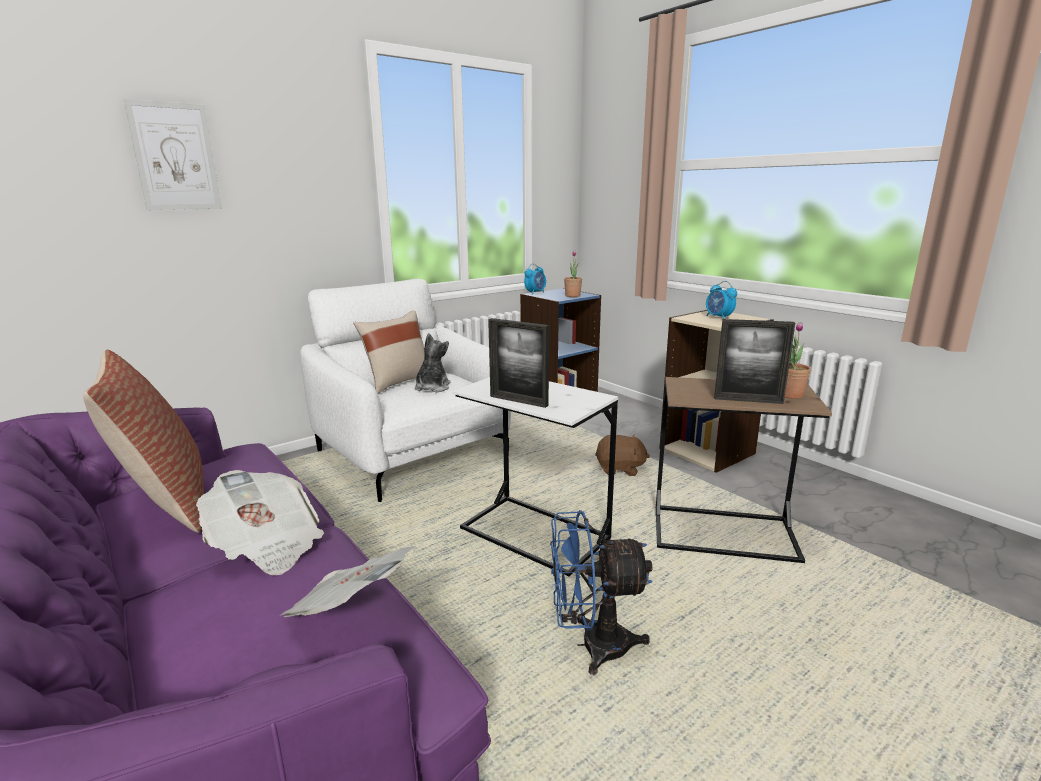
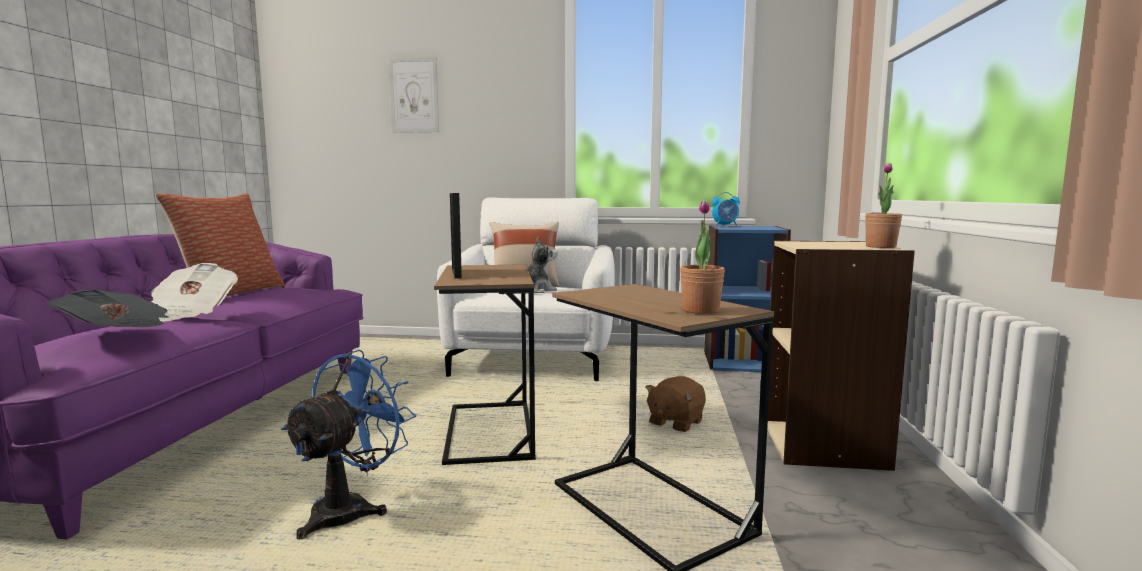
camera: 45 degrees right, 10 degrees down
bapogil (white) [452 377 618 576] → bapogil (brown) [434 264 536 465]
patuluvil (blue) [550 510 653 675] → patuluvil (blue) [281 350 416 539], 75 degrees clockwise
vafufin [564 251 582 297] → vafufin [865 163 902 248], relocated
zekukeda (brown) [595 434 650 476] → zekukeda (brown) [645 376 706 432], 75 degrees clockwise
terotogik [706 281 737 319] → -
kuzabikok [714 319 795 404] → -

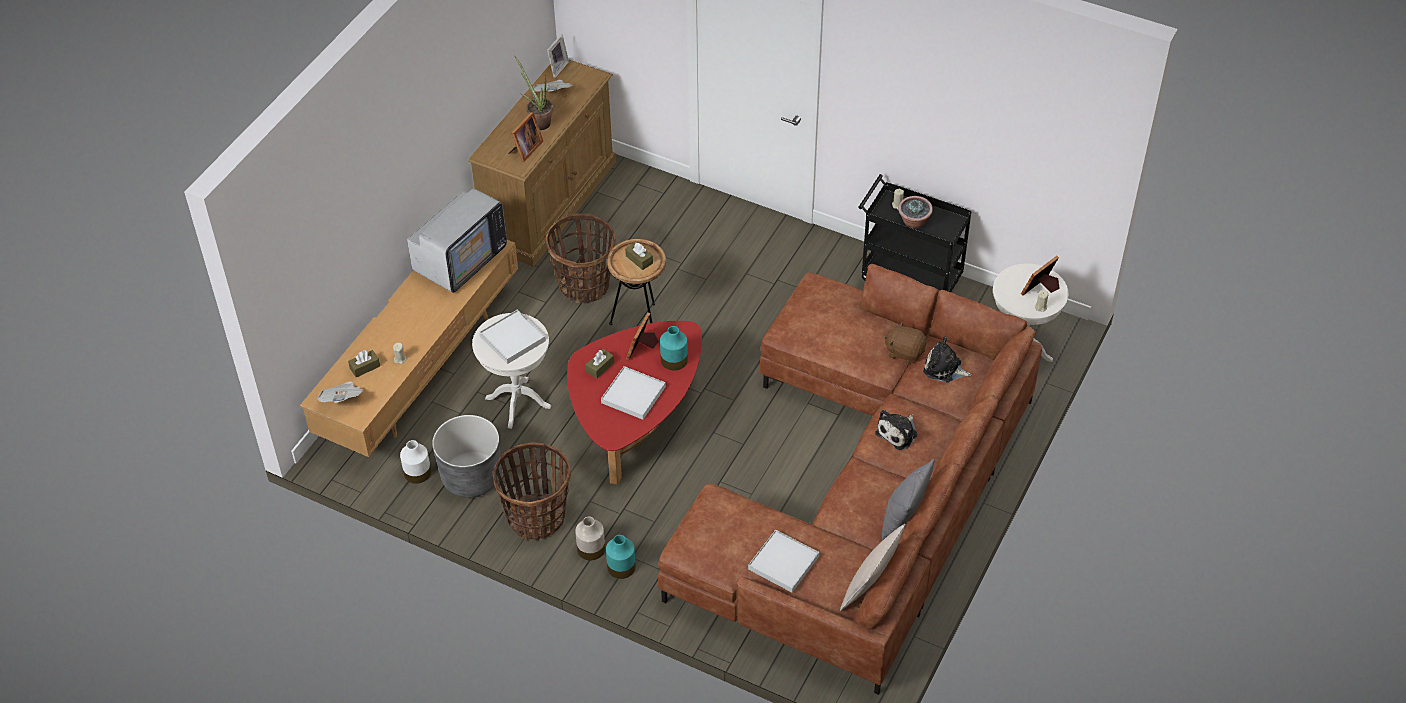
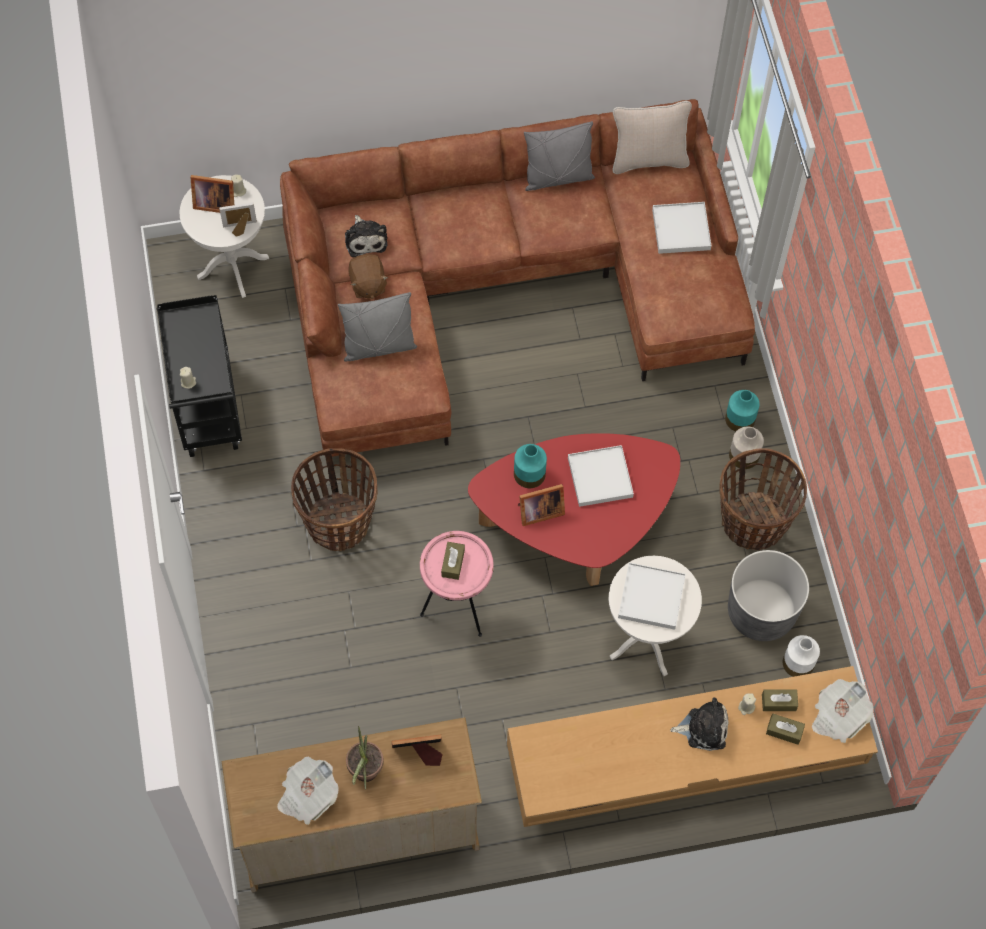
camera: 130 degrees left, 15 degrees up
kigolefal [407 189 507 293] → -
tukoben [546 214 615 304] → tukoben [291 448 377 551], relocated
kuzabikok [547 34 569 78] → kuzabikok [219 202 257 237], relocated
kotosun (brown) [586 349 614 379] → kotosun (brown) [762 689 798 711], relocated
bapogil (brown) [607 239 666 325] → bapogil (pink) [420 531 494 637]
zekukeda [875 410 918 450] → zekukeda [670 697 728 751], relocated
vafufin [898 196 933 229] → -
- → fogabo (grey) [338 292 417 361]

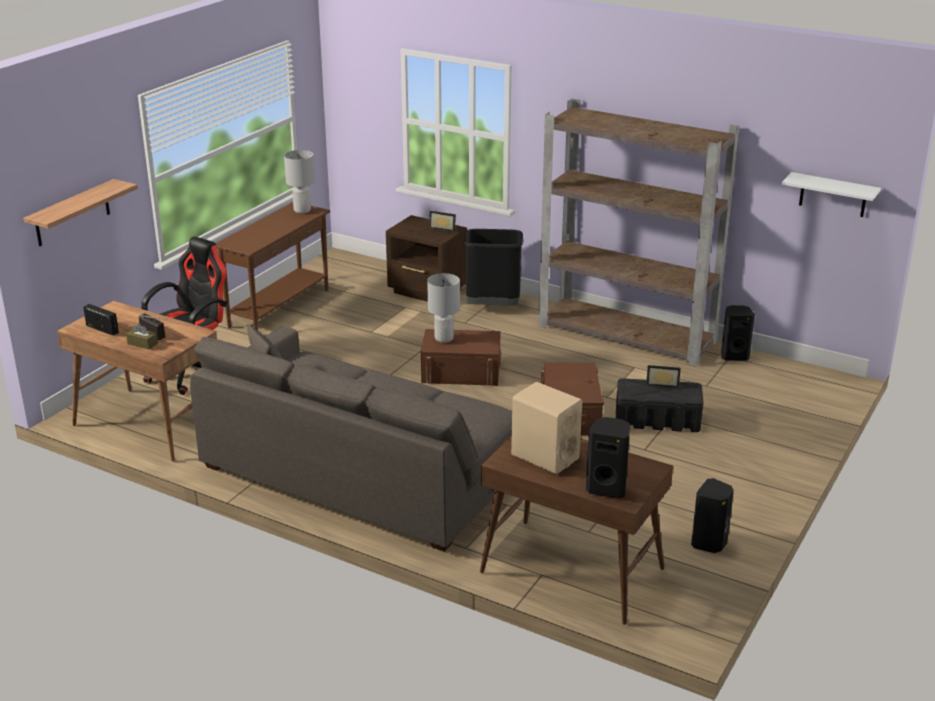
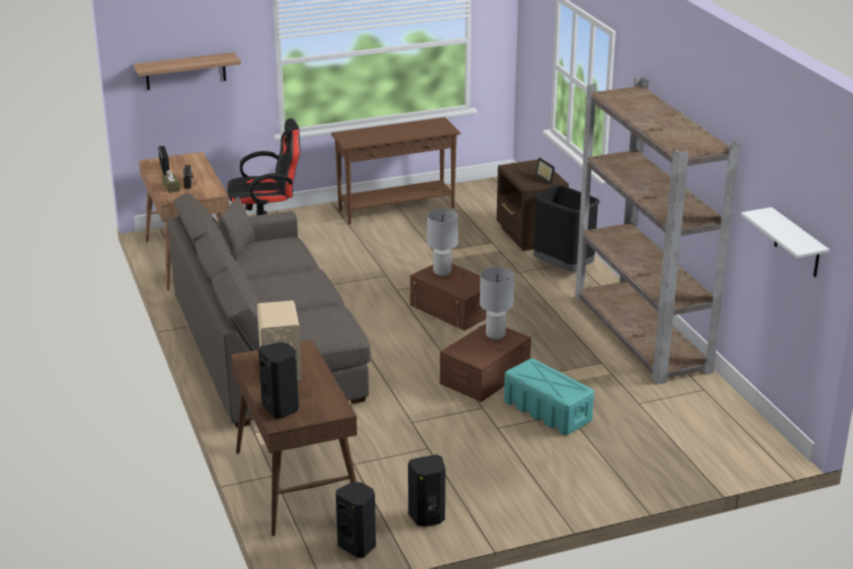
camera: 40 degrees right, 0 degrees up
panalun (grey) [284 150 315 214] → panalun (grey) [480 267 514 339], relocated
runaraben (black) [616 378 704 432] → runaraben (turquoise) [504 359 594 435]
kuzabikok [646 365 681 388] → -
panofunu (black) [721 305 755 361] → panofunu (black) [336 482 376 558], relocated

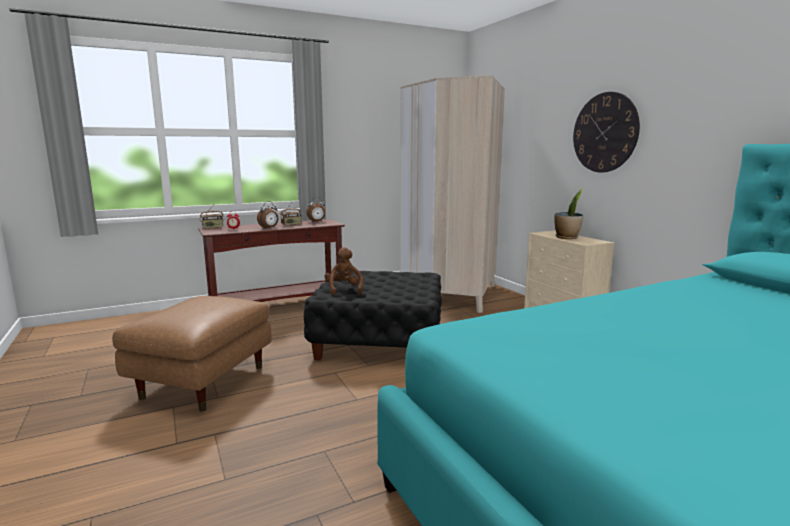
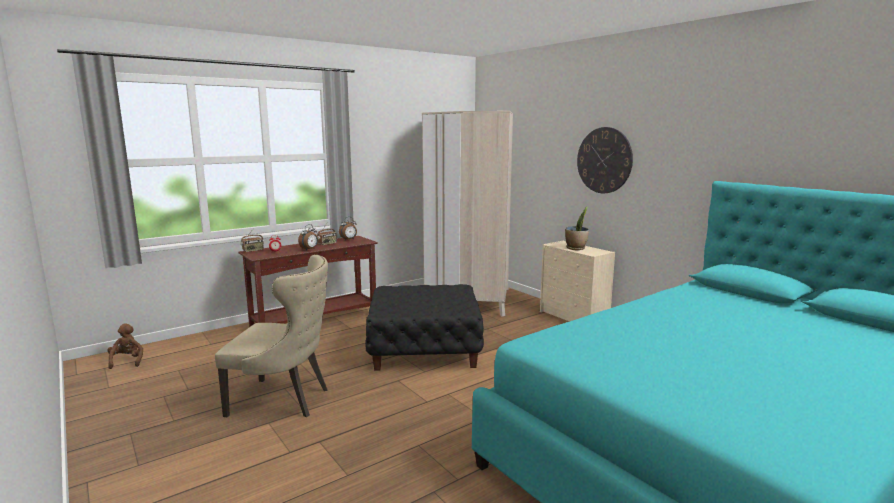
camera: 10 degrees left, 0 degrees up
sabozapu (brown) [112 296 272 412] → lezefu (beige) [215 255 328 417]
zekukeda (brown) [325 247 364 295] → zekukeda (brown) [107 323 143 369], relocated

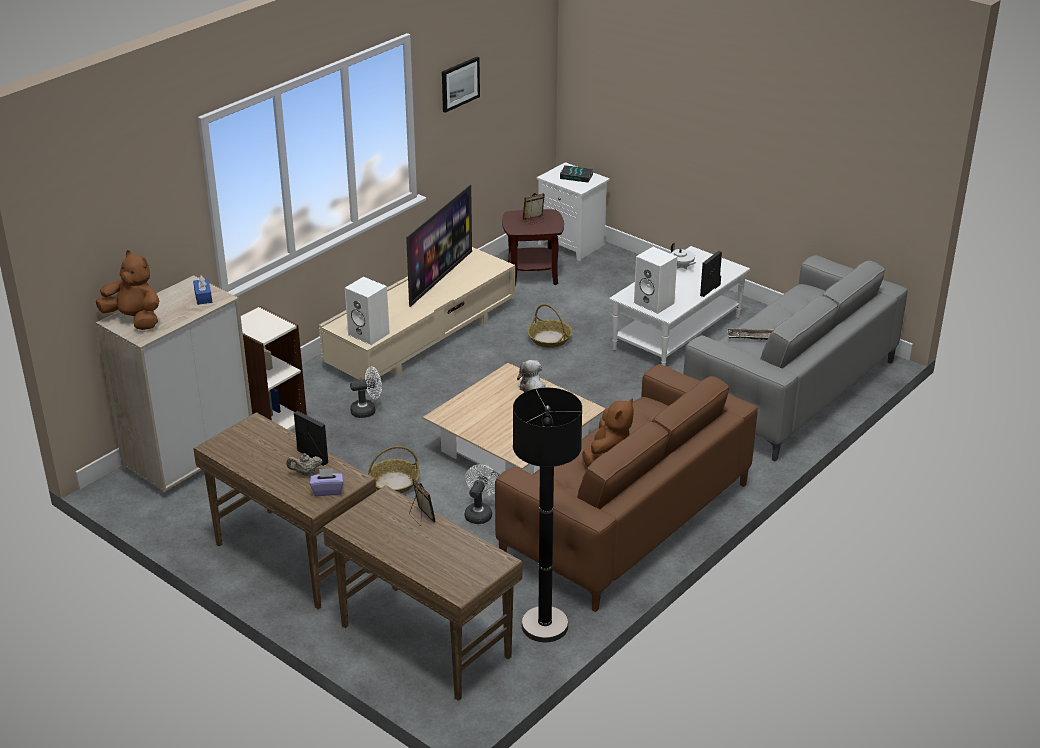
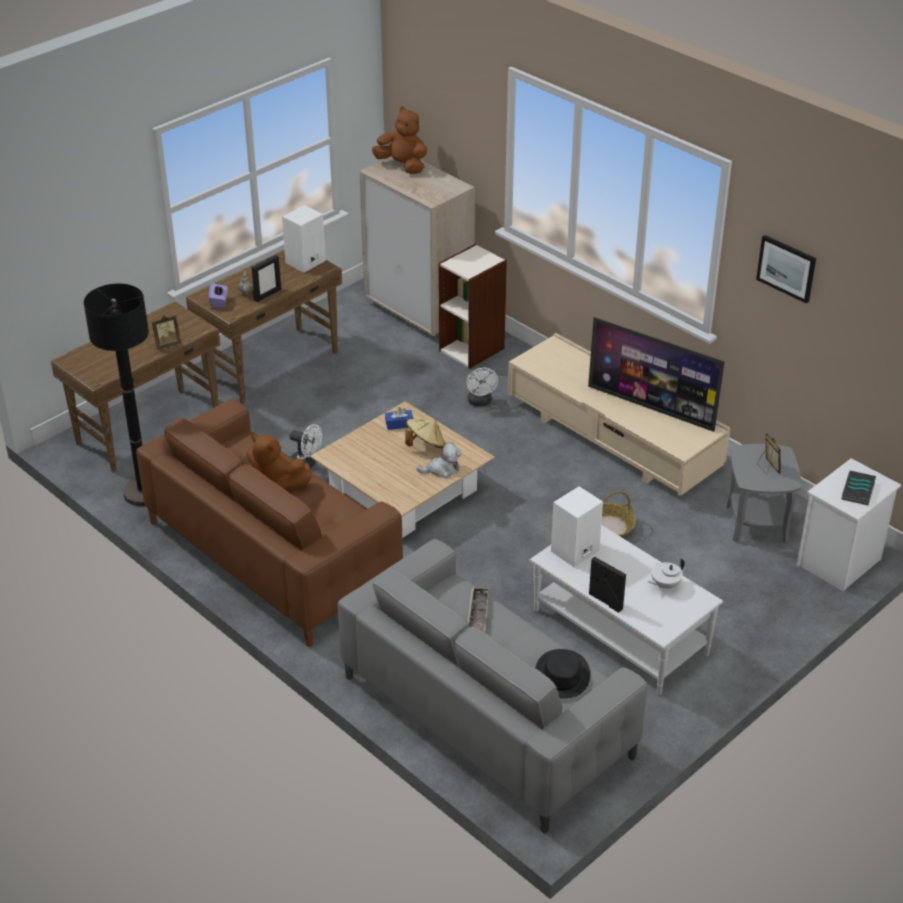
camera: 95 degrees right, 5 degrees up
zekukeda (brown) [96 250 159 330] → zekukeda (brown) [372 107 427 174], 90 degrees counterclockwise
kotosun (blue) [193 275 212 305] → kotosun (blue) [385 407 413 430], relocated
panofunu (white) [345 277 390 345] → panofunu (white) [282 205 326 273], relocated
tukoben [368 446 420 493] → -
bapogil (brown) [502 209 564 286] → bapogil (grey) [726 444 802 543]
- → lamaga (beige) [405 419 445 448]
- → lamaga (black) [535 649 590 699]

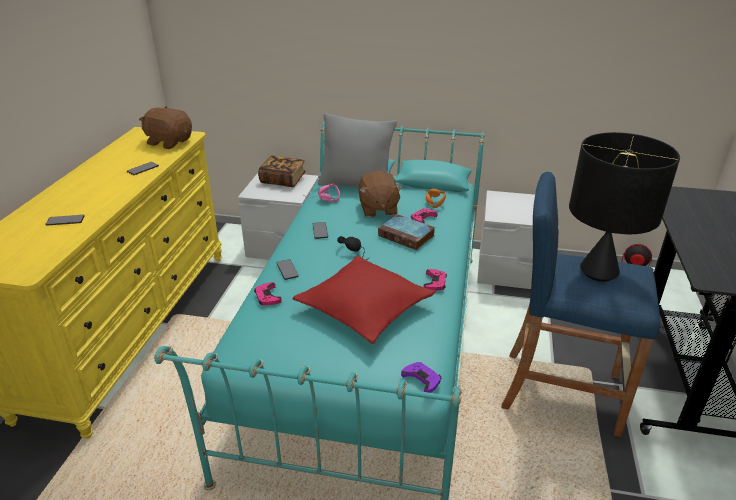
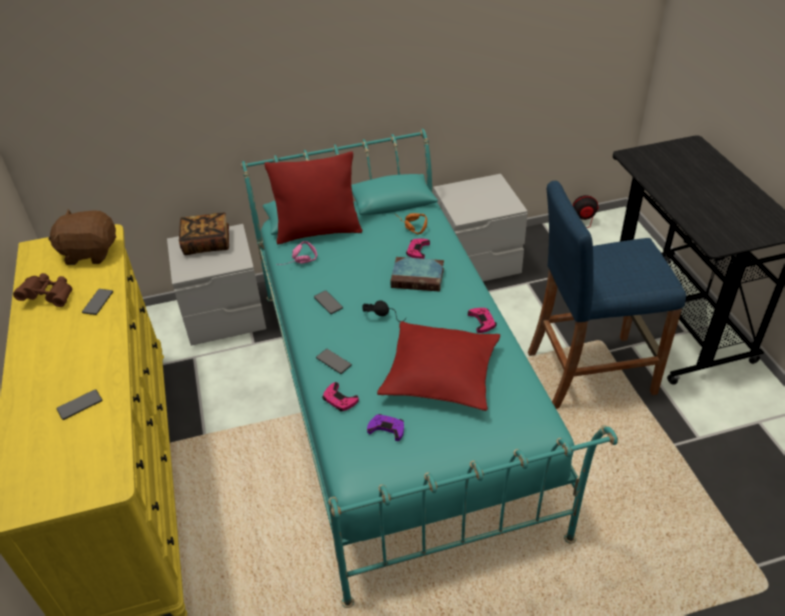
camera: 25 degrees left, 10 degrees up
fogabo (grey) [318 113 397 187] → fogabo (red) [265 151 362 244]
zekukeda (brown) [358 171 403 217] → -
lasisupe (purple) [401 362 442 393] → lasisupe (purple) [367 414 404 441], relocated
panalun (black) [569 132 680 282] → -
- → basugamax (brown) [13 273 72 307]

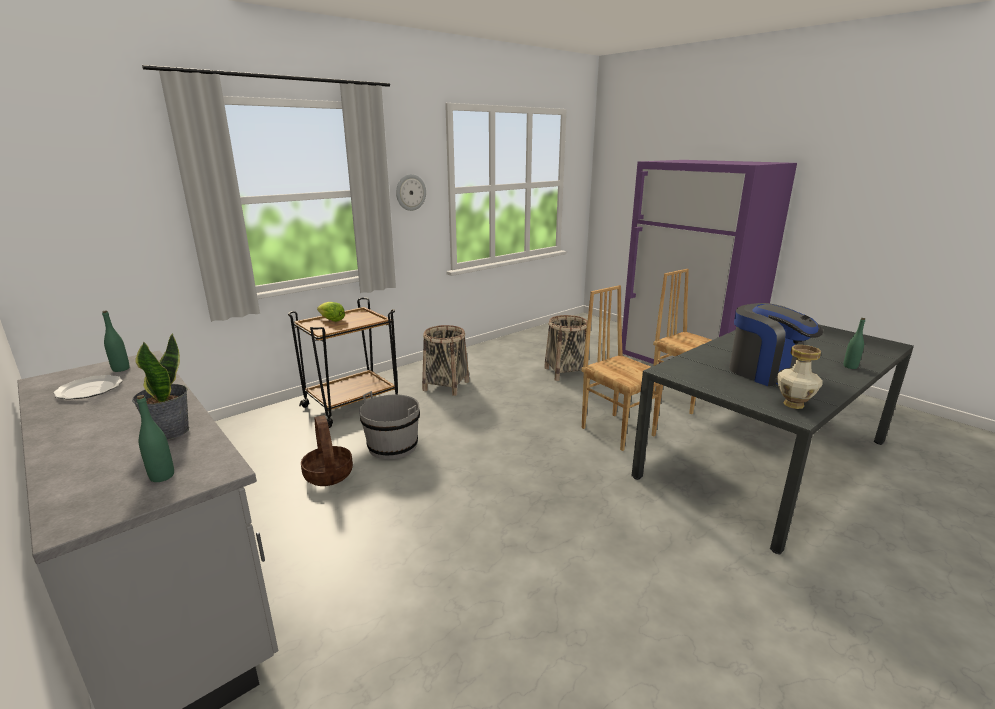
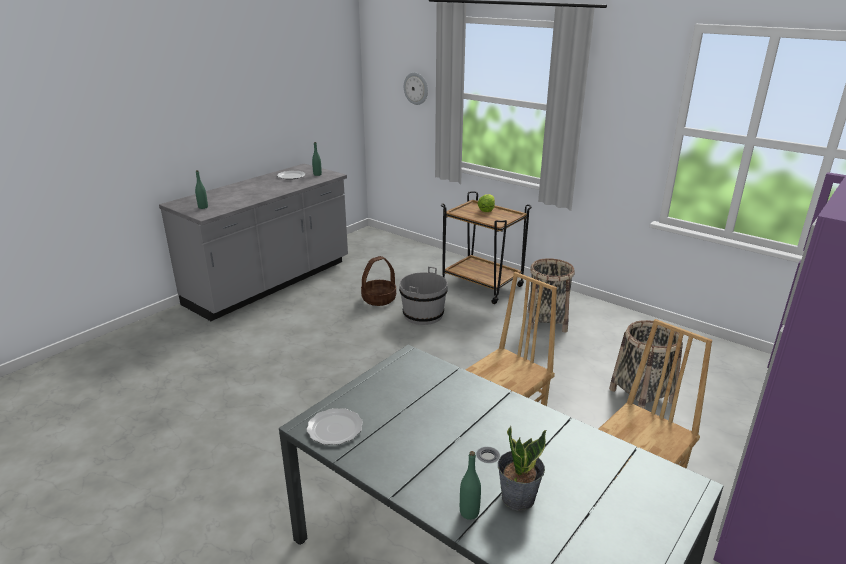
camera: 80 degrees right, 5 degrees up
vafufin [132 333 189 440] → vafufin [498 426 546 511], relocated
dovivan [396 174 426 211] → dovivan [404 72 428 105], relocated
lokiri [729 303 823 386] → -
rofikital [777 345 823 409] → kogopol [306 408 363 445]

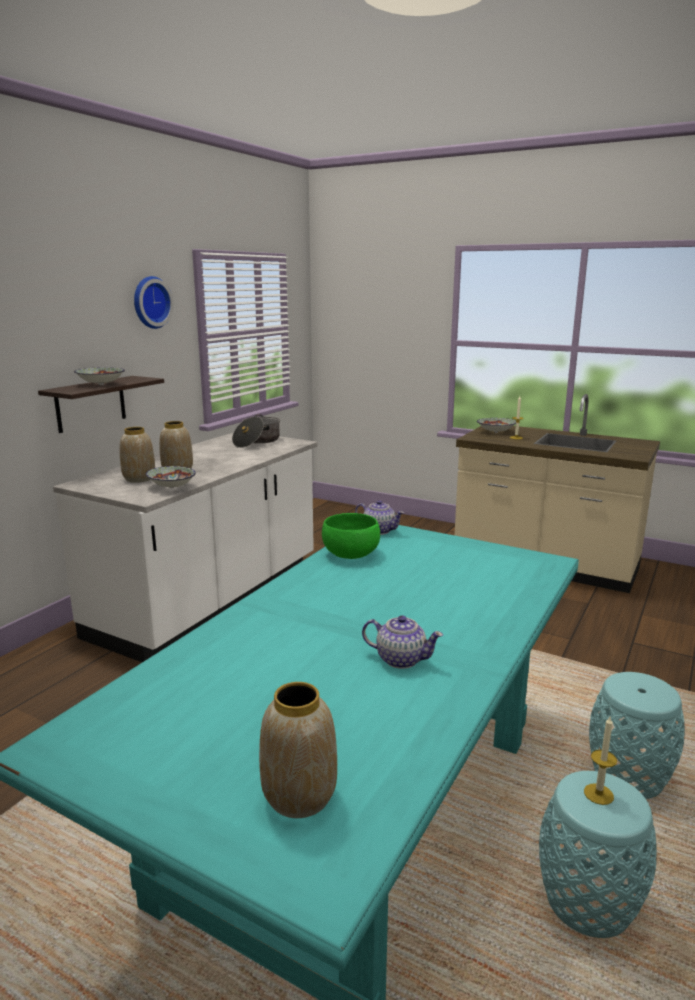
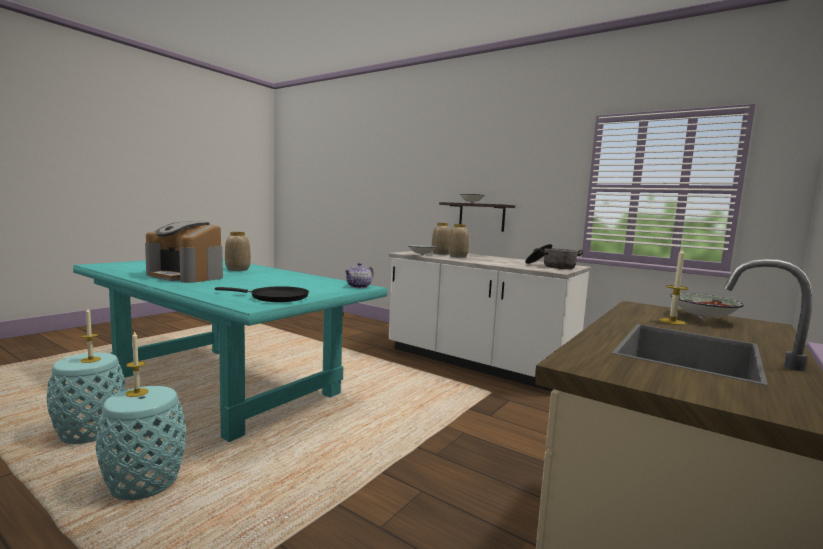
camera: 95 degrees right, 10 degrees down
dovivan [134 276 174 329] → -
rofikital [259 682 337 818] → rofikital [225 232 251 271], relocated
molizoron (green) [322 513 380 559] → -
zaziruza [362 615 443 669] → lokiri [145 221 223 283]
- → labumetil [125 331 149 397]
- → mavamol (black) [215 286 309 302]

